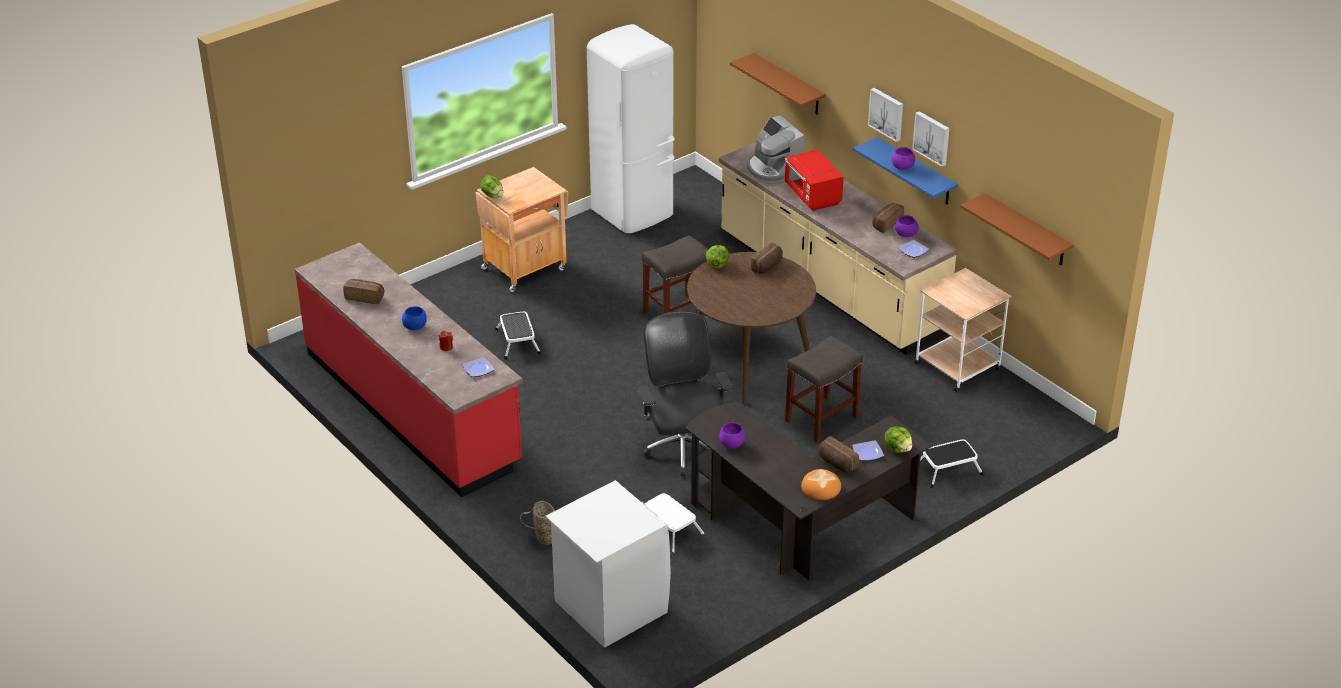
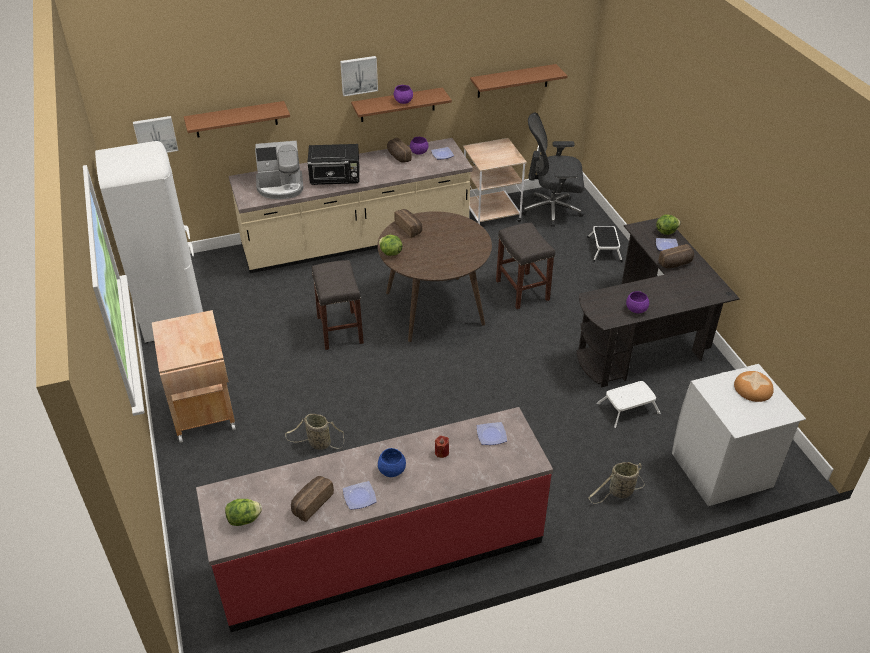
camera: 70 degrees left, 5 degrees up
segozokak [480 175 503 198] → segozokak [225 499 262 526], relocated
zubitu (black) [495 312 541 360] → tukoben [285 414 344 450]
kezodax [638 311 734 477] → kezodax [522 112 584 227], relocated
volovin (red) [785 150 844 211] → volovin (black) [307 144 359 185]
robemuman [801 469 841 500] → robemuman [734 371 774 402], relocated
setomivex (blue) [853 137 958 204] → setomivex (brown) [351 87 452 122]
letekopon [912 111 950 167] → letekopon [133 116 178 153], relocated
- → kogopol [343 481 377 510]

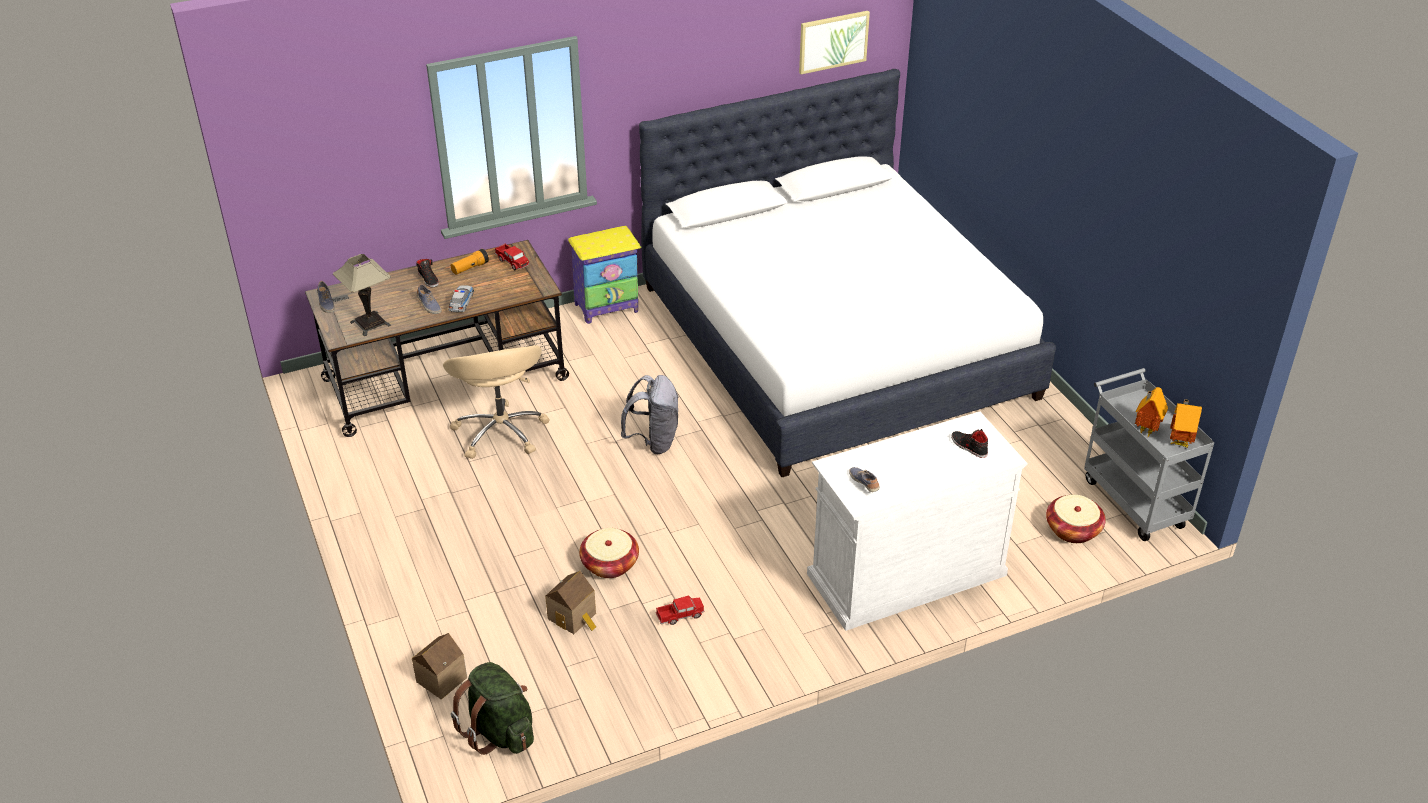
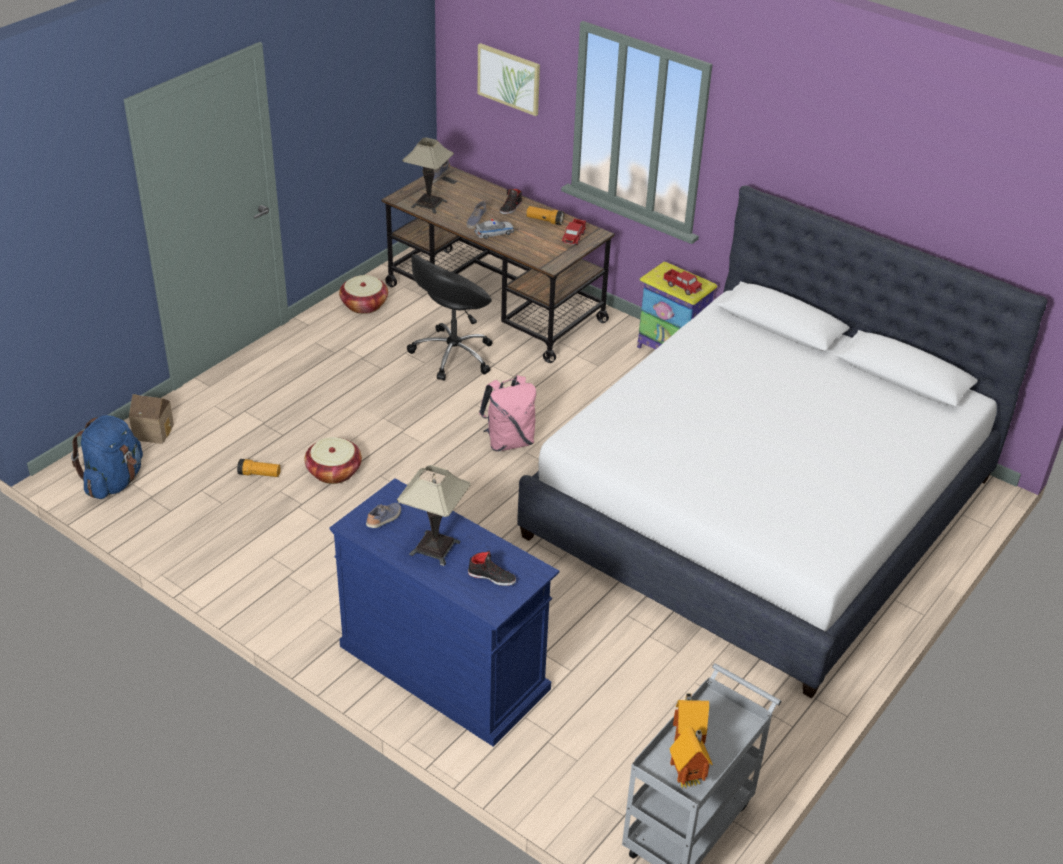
camera: 60 degrees right, 0 degrees up
kezodax (beige) [443 345 549 459] → kezodax (black) [407 254 492 381]
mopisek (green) [451 662 534 755] → mopisek (blue) [71 415 143 499]
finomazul [545 571 596 634] → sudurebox [237 459 281 477]
mopisek (grey) [621 375 678 454] → mopisek (pink) [479 375 536 452]
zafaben [656 595 705 625] → zafaben [663 269 702 295], relocated
letekopon [799 11 870 74] → letekopon [478 43 540 116], relocated
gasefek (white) [807 412 1027 631] → gasefek (blue) [329 478 559 747]
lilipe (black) [951 429 988 458] → lilipe (black) [468 551 516 586], 90 degrees clockwise
tukoben [1046 495 1106 543] → tukoben [339 275 388 314], relocated
- → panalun [397 465 471 566]

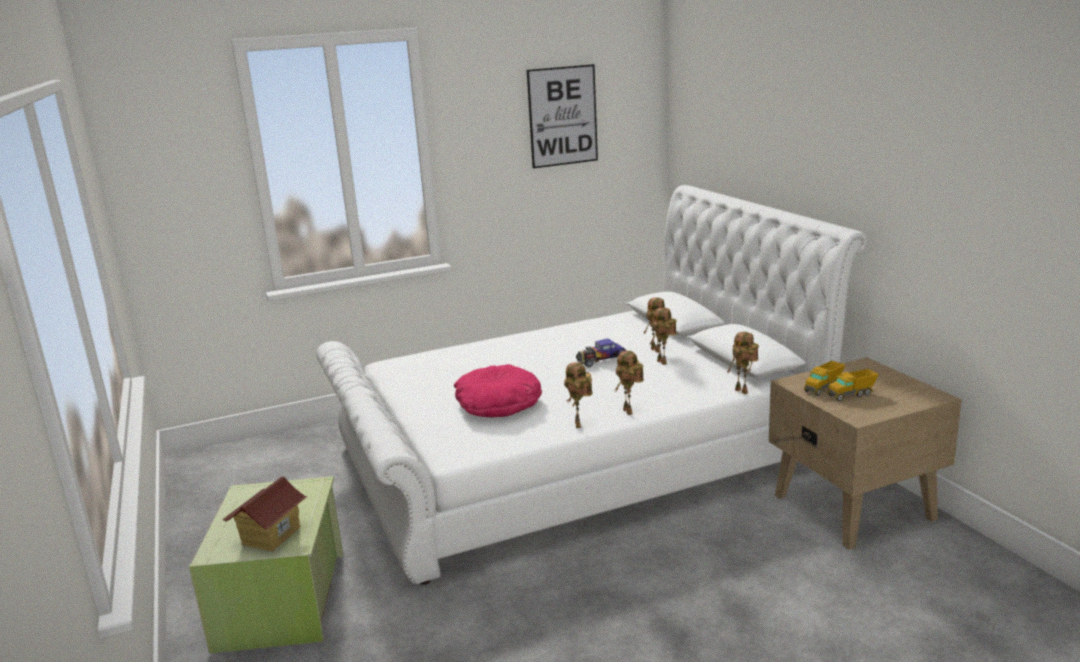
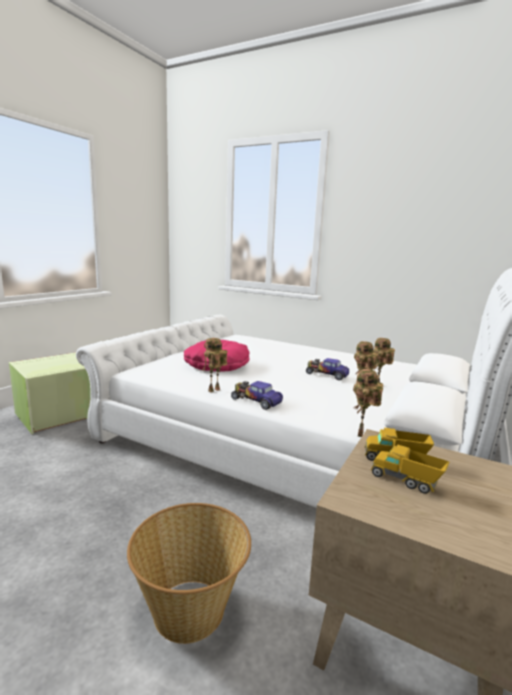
camera: 50 degrees right, 5 degrees down
finomazul [222 476 308 551] → -
letekopon [527 64 598 168] → -
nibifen [614 351 644 415] → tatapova [231 381 283 410]
- → tukoben [127 503 251 644]

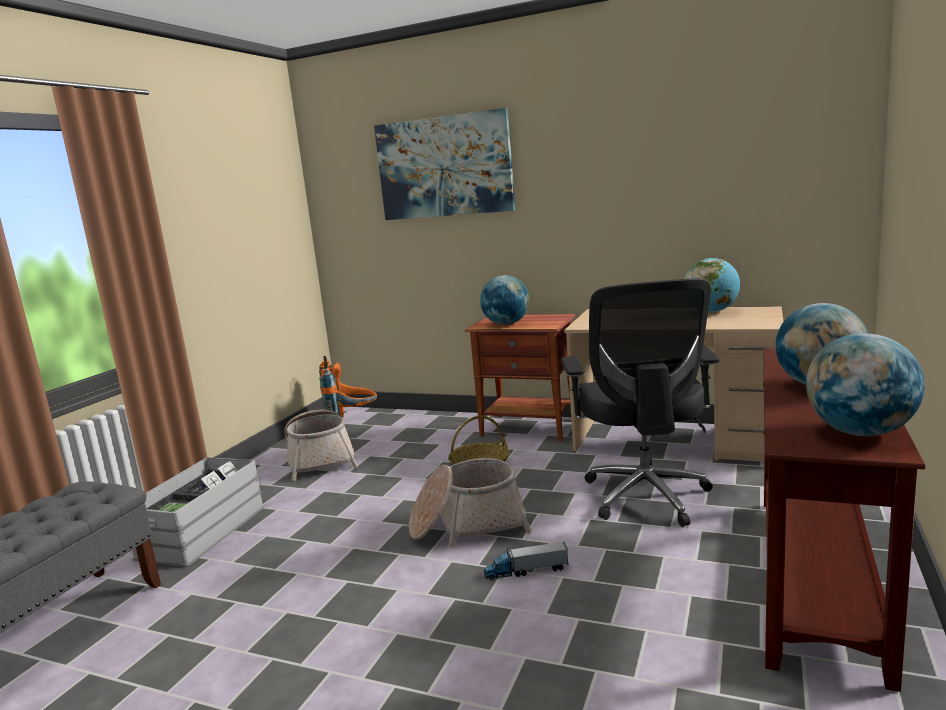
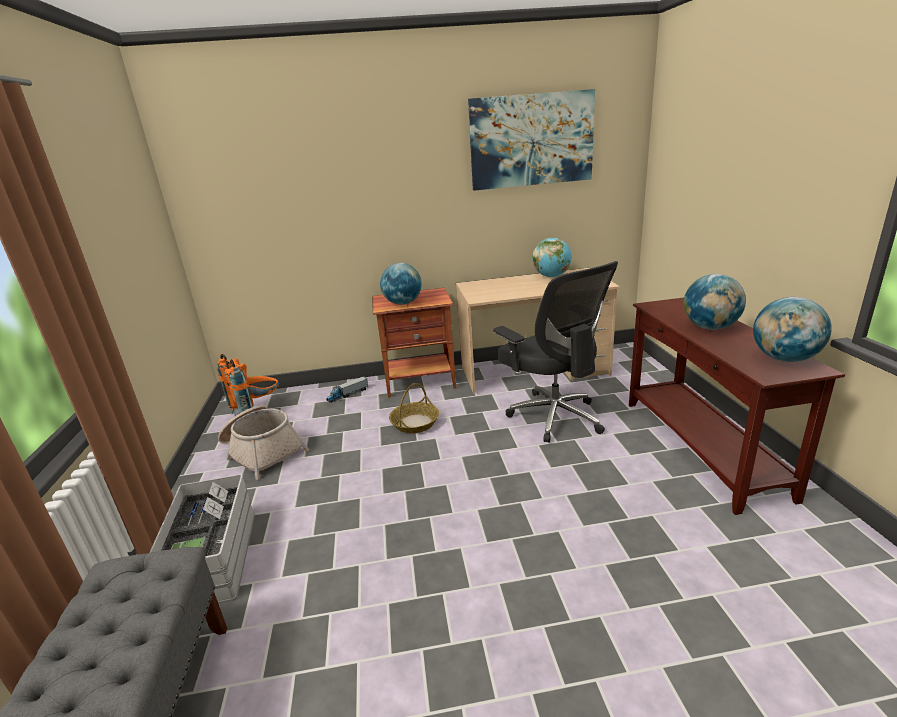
camera: 30 degrees left, 10 degrees up
letekopon [374 108 515 220] → letekopon [468 89 595 191], relocated
tukoben [409 458 532 548] → -
zafaben [484 542 569 580] → zafaben [326 376 368 402], relocated

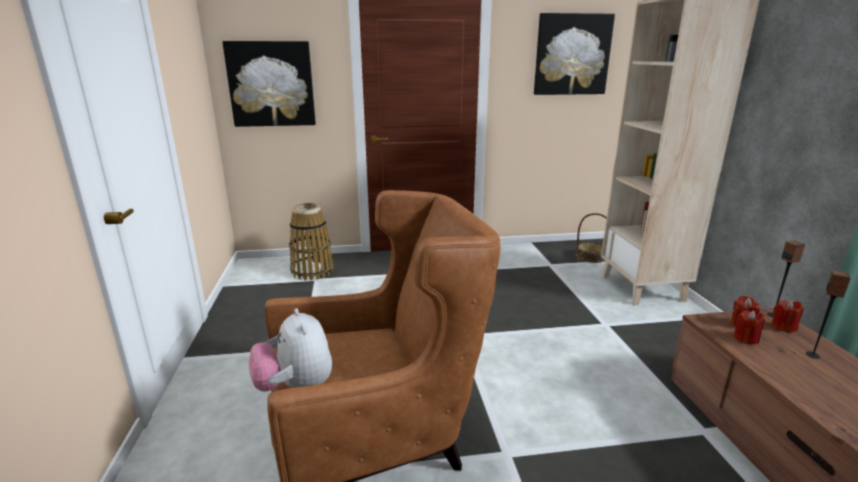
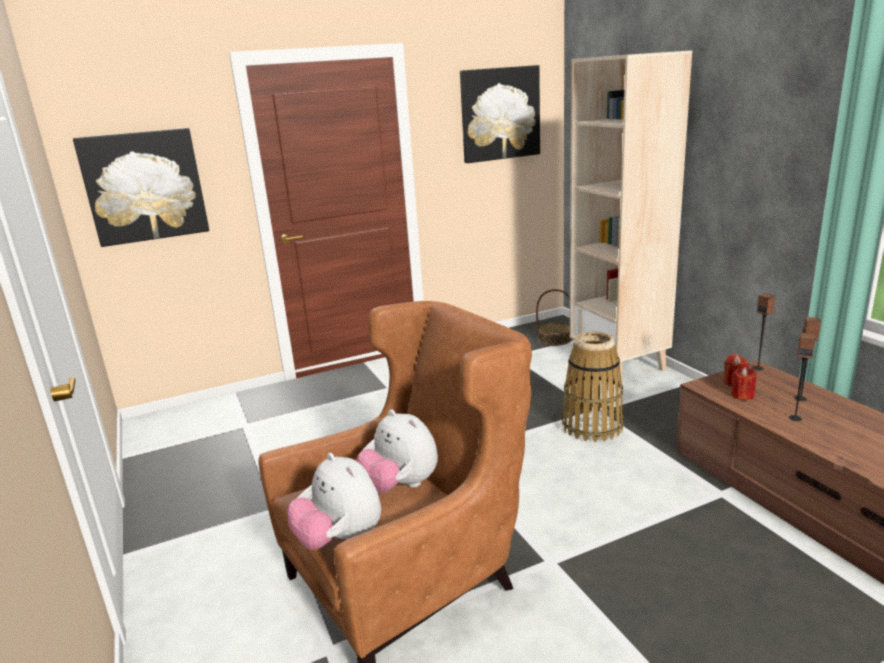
camera: 15 degrees left, 0 degrees up
tukoben [289 203 334 280] → tukoben [562 331 624 442], relocated
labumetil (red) [771 300 804 333] → -
- → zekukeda [356 409 438 493]
- → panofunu [789 333 815 421]

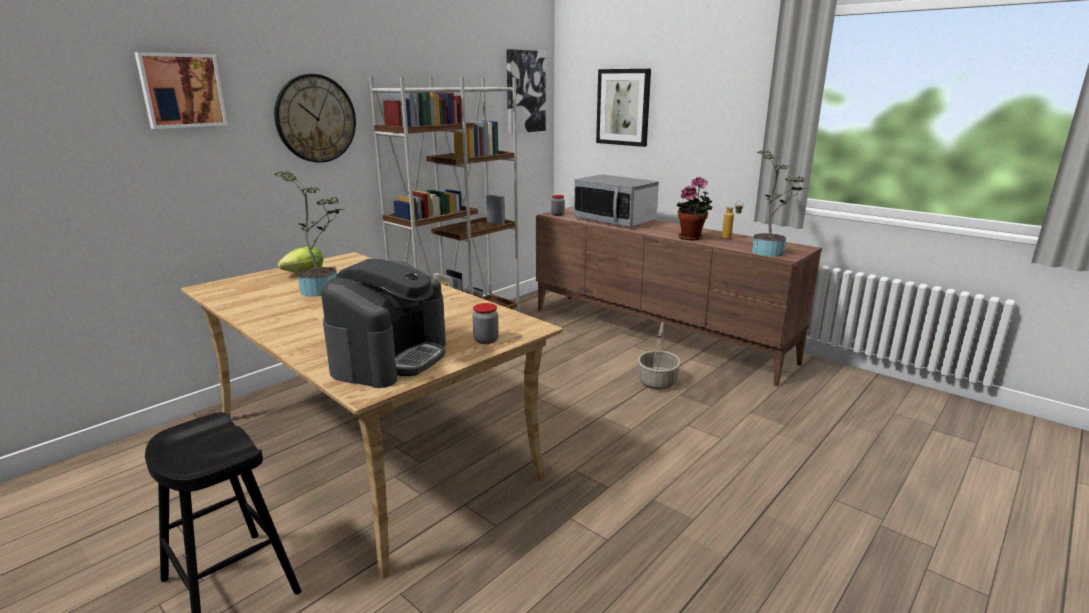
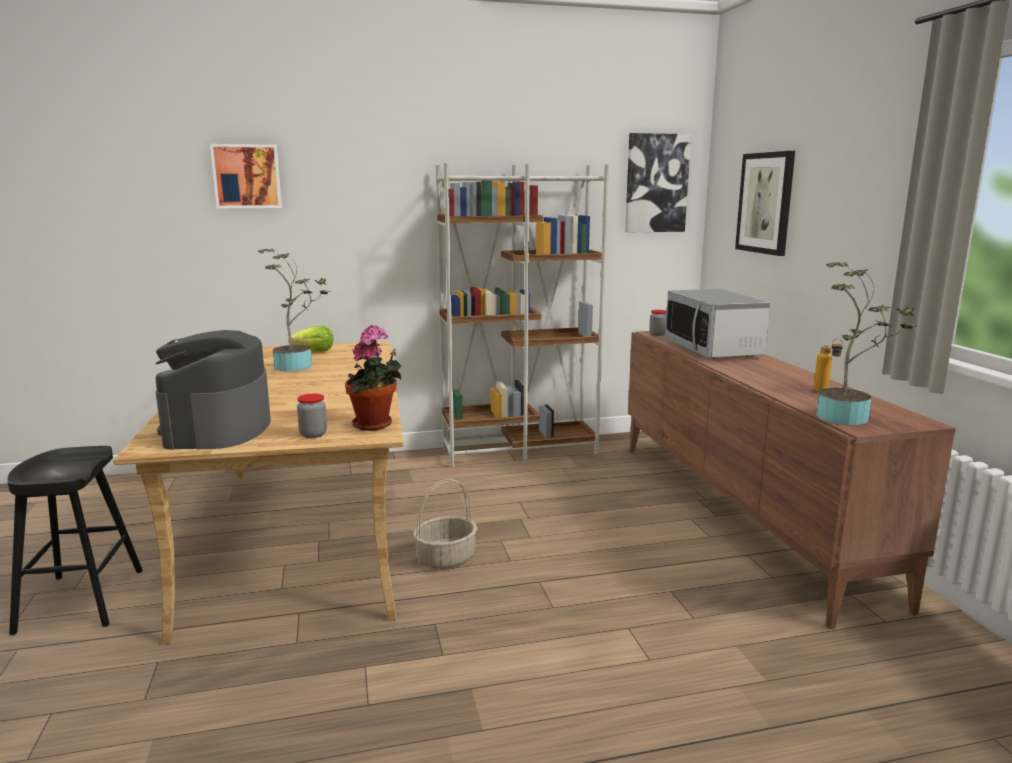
camera: 35 degrees right, 5 degrees down
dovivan [274 74 356 163] → -
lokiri [321 259 446 388] → lokiri [155 330 271 450], 120 degrees clockwise
tukoben [637 322 681 390] → tukoben [413 479 477 570], relocated
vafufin [677 177 712 240] → vafufin [345 325 401 431], relocated

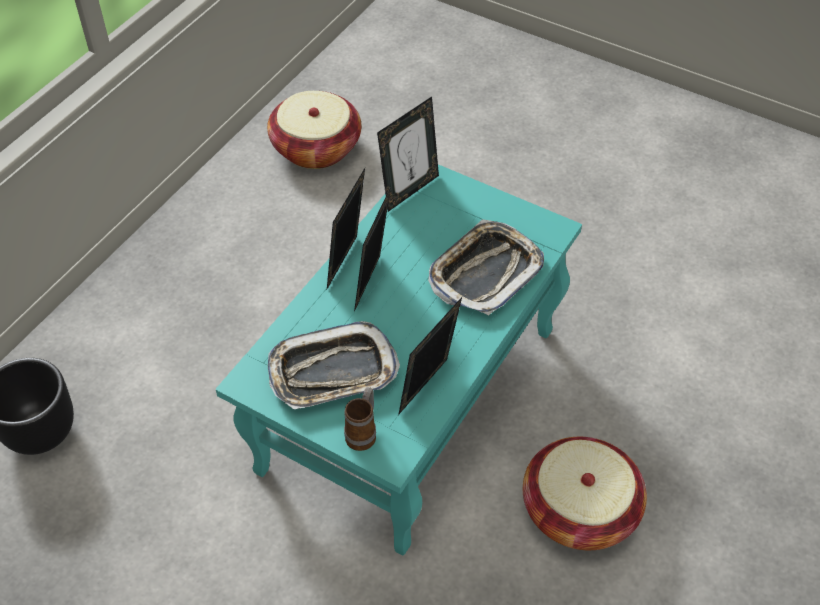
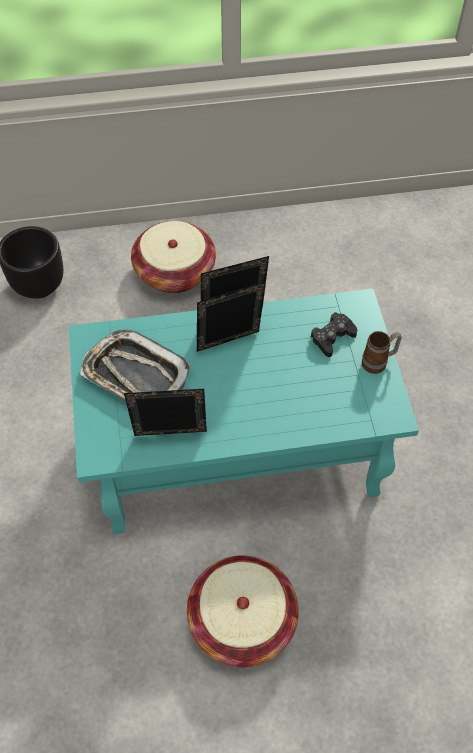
camera: 50 degrees right, 5 degrees up
tukoben [267 91 361 169] → tukoben [131 221 216 293], relocated
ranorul [344 387 376 451] → ranorul [362 331 402 374], relocated
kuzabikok [377 97 439 212] → -
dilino [428 220 544 315] → -
- → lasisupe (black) [311 312 357 357]

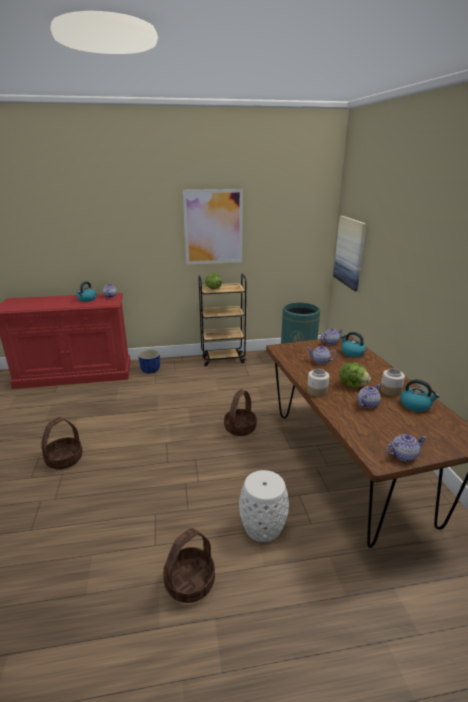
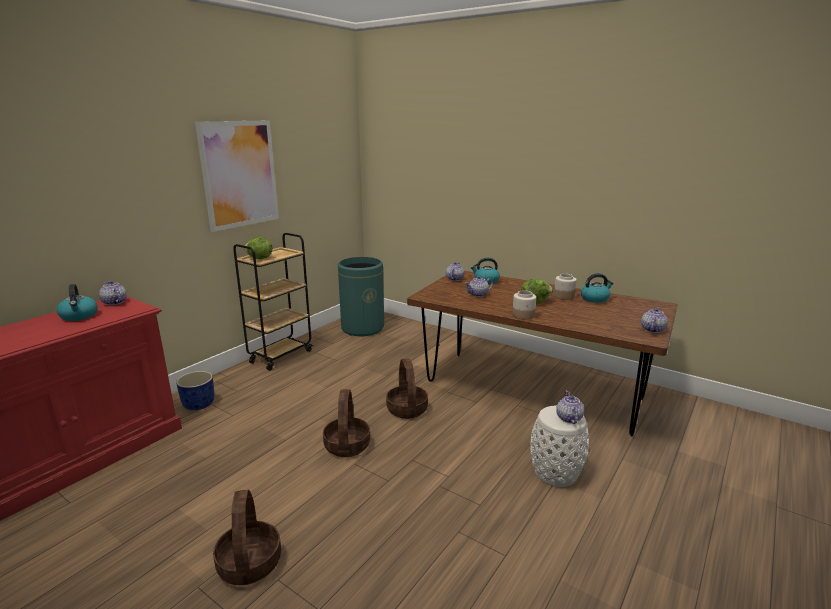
camera: 45 degrees left, 5 degrees down
tukoben [163 528 215 603] → tukoben [323 389 370 457], relocated
letekopon [333 216 366 291] → -
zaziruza [358 384 381 408] → zaziruza [556 390 584 424], relocated

